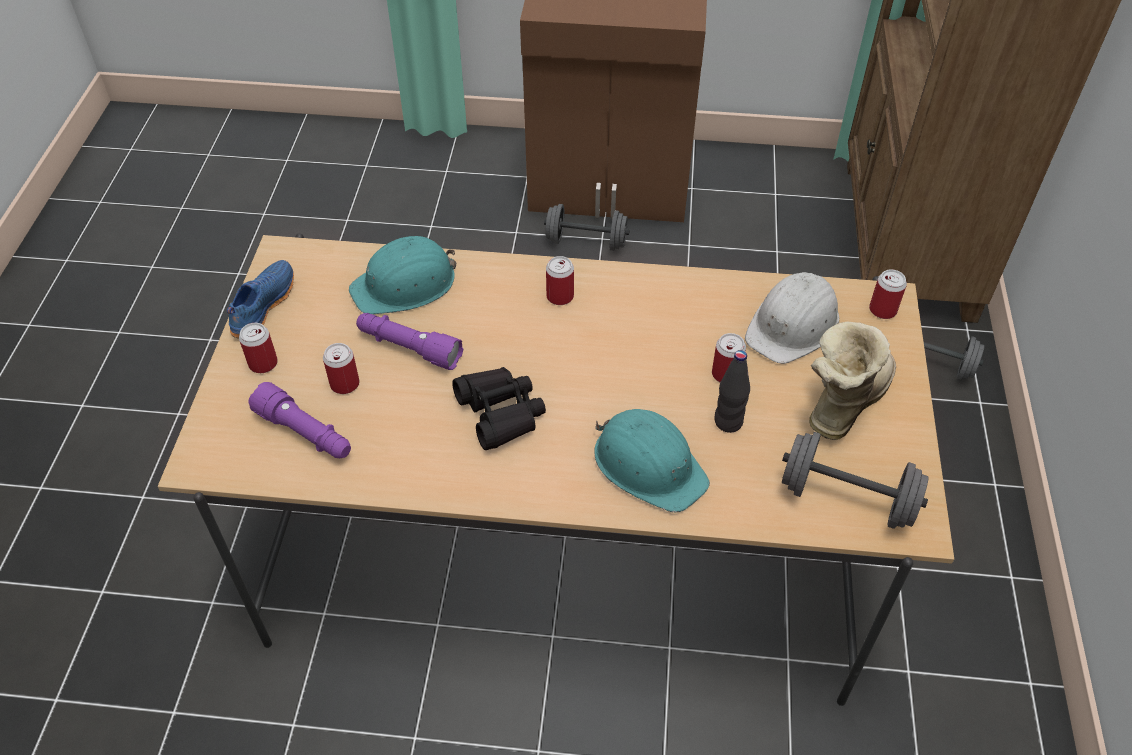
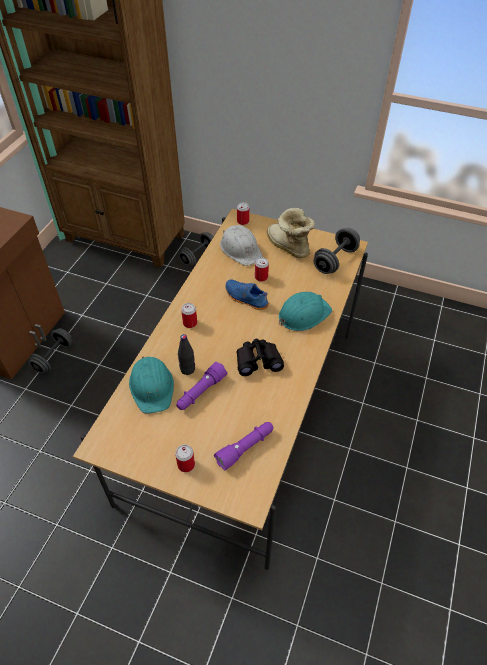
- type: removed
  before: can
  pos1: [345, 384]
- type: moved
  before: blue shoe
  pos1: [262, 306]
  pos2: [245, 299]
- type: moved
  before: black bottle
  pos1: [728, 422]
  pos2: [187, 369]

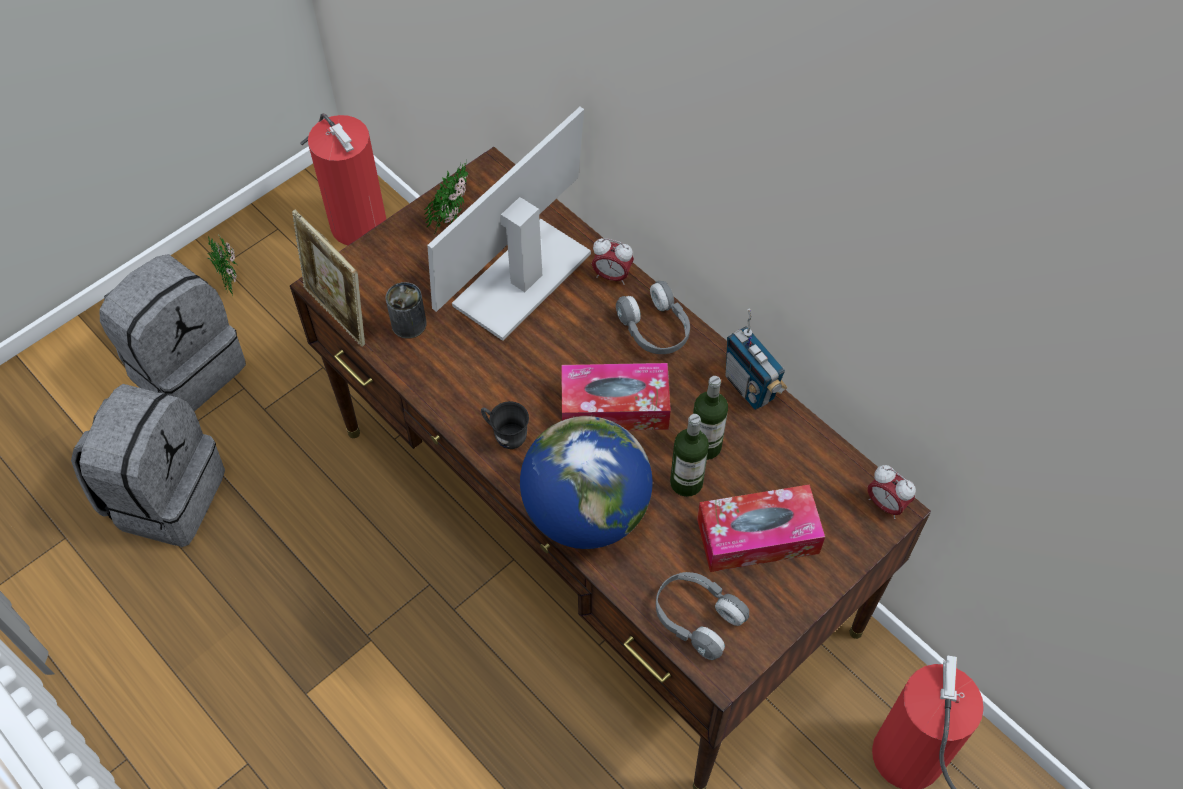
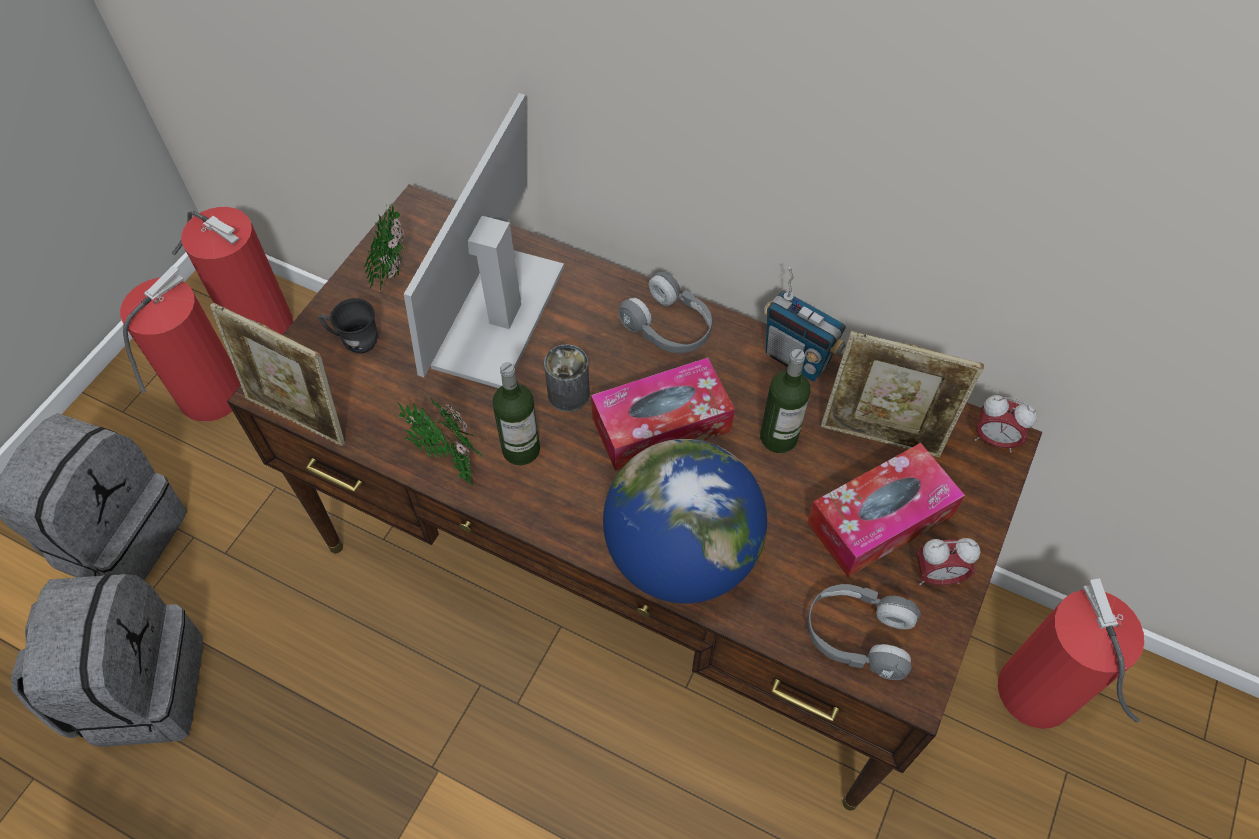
- type: added
  after: fire extinguisher
  pos2: [208, 396]
- type: added
  after: picture frame
  pos2: [882, 436]
- type: moved
  before: potted plant
  pos1: [228, 276]
  pos2: [445, 457]
- type: moved
  before: can
  pos1: [409, 324]
  pos2: [568, 394]
- type: moved
  before: grey mug
  pos1: [505, 435]
  pos2: [354, 341]
- type: moved
  before: alarm clock
  pos1: [612, 276]
  pos2: [937, 576]
- type: moved
  before: bottle
  pos1: [686, 482]
  pos2: [521, 449]

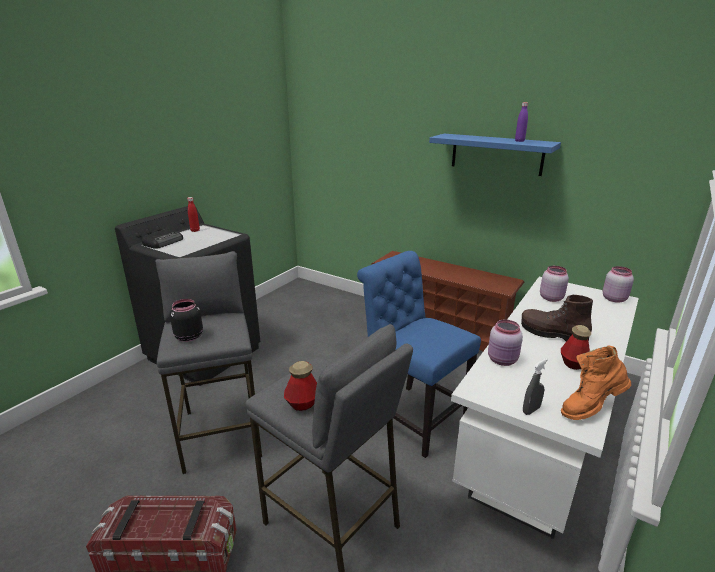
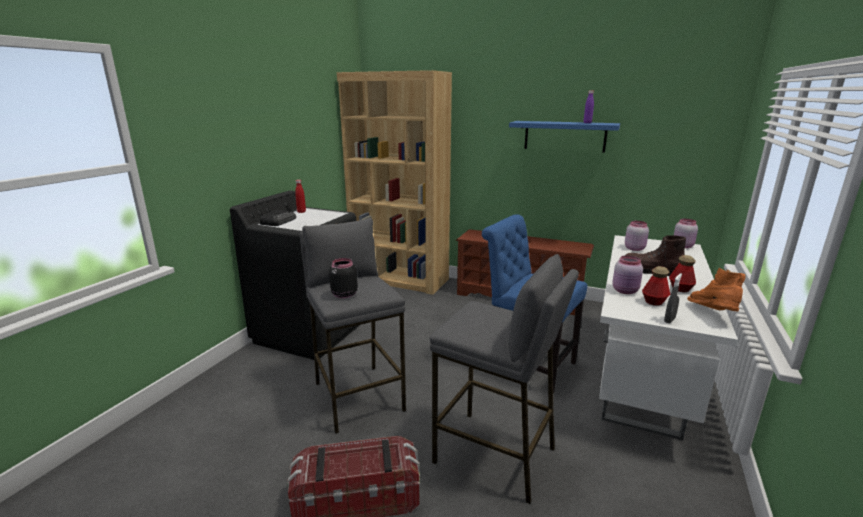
- type: added
  after: brown bookcase
  pos2: [400, 279]
- type: moved
  before: bottle
  pos1: [303, 404]
  pos2: [654, 302]
- type: turned
  before: orange boot
  pos1: [590, 408]
  pos2: [711, 315]
  turn: 120

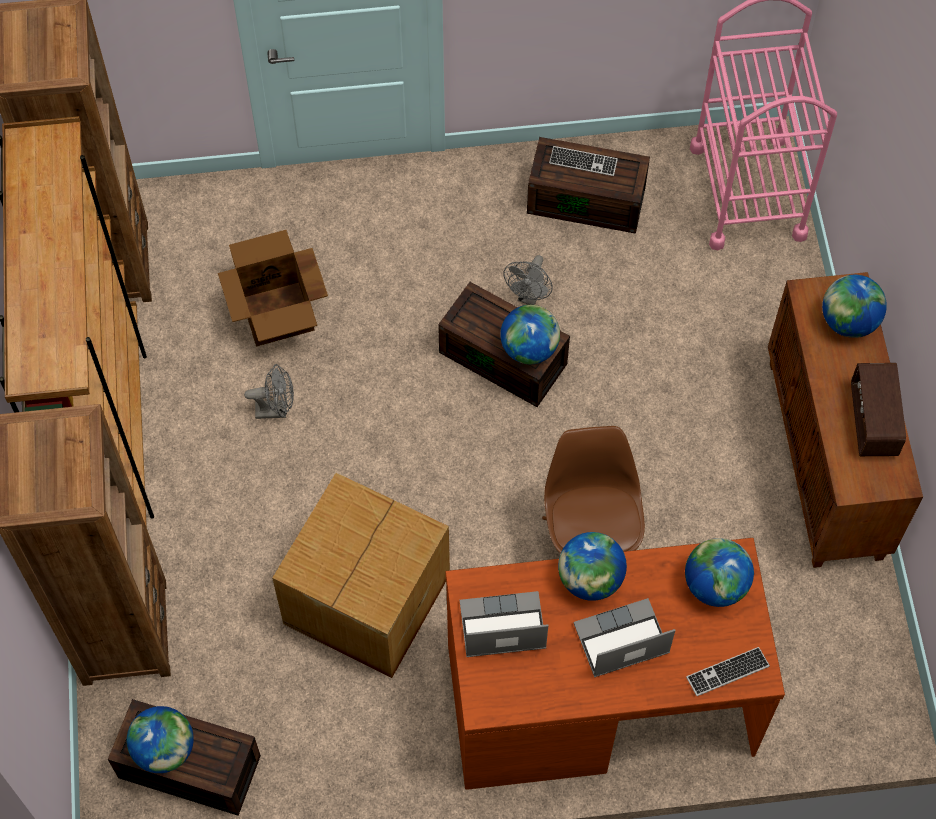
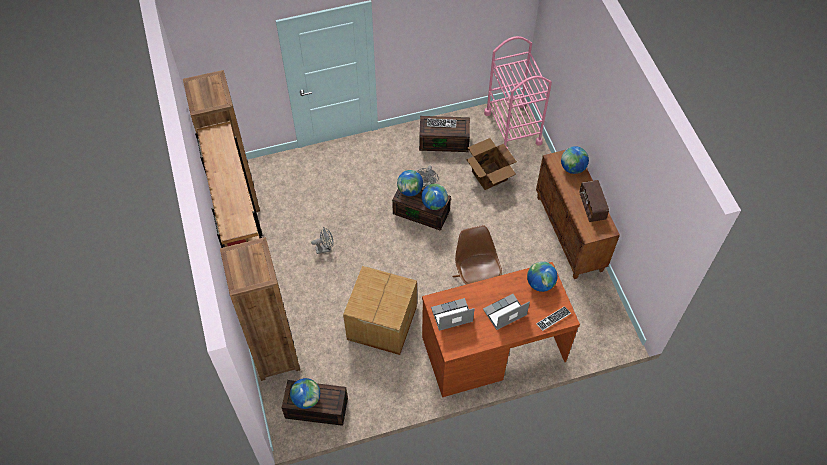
- type: moved
  before: cardboard box
  pos1: [277, 315]
  pos2: [489, 176]
- type: moved
  before: globe
  pos1: [590, 579]
  pos2: [410, 190]

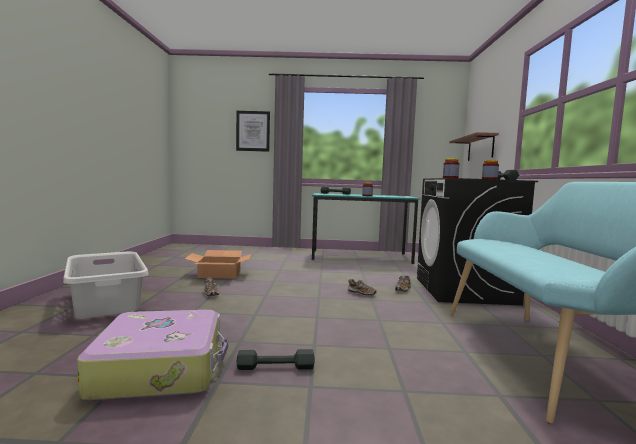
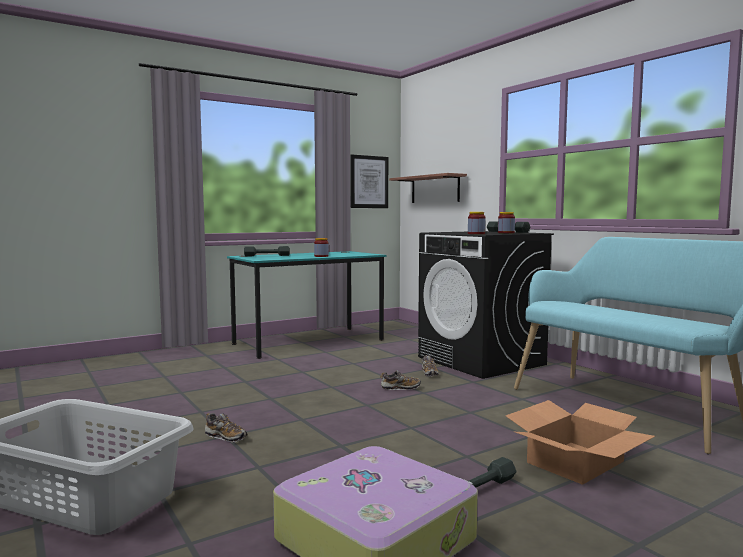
- type: moved
  before: cardboard box
  pos1: [219, 274]
  pos2: [575, 462]
- type: moved
  before: picture
  pos1: [253, 131]
  pos2: [369, 182]

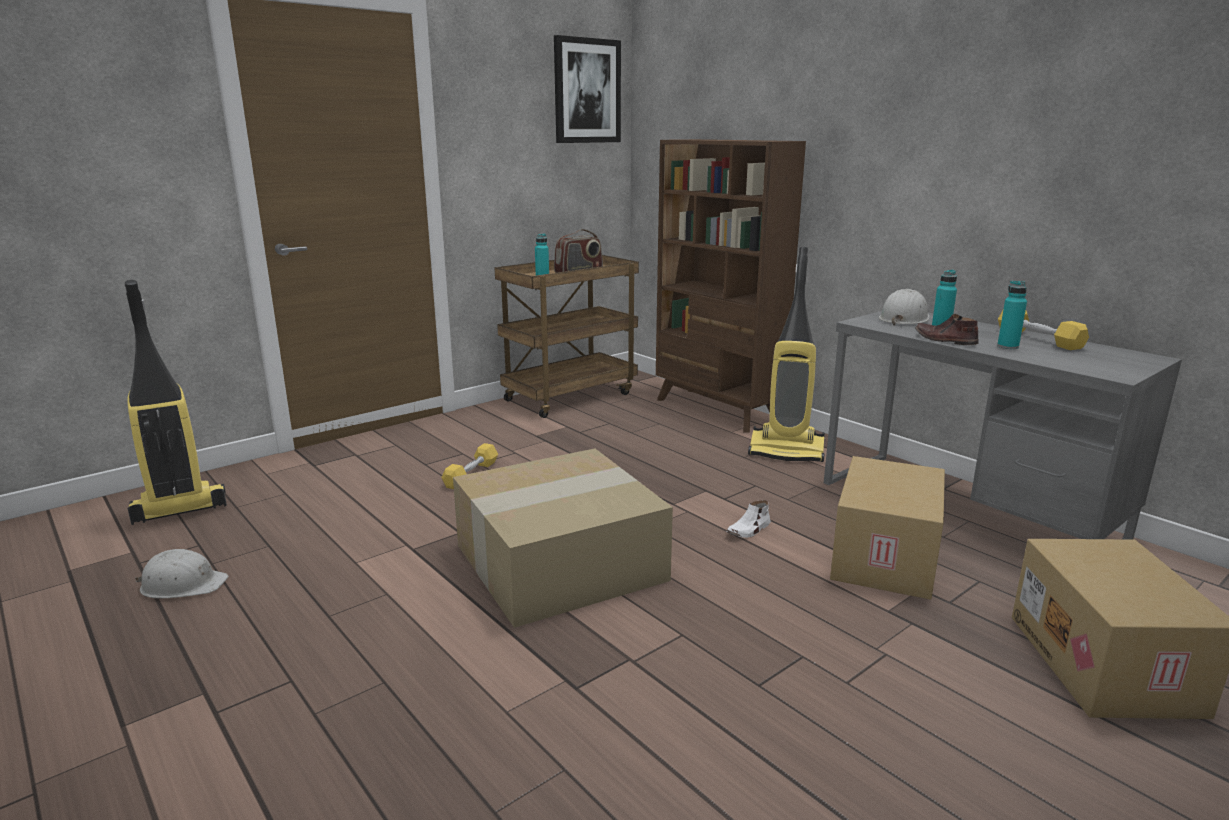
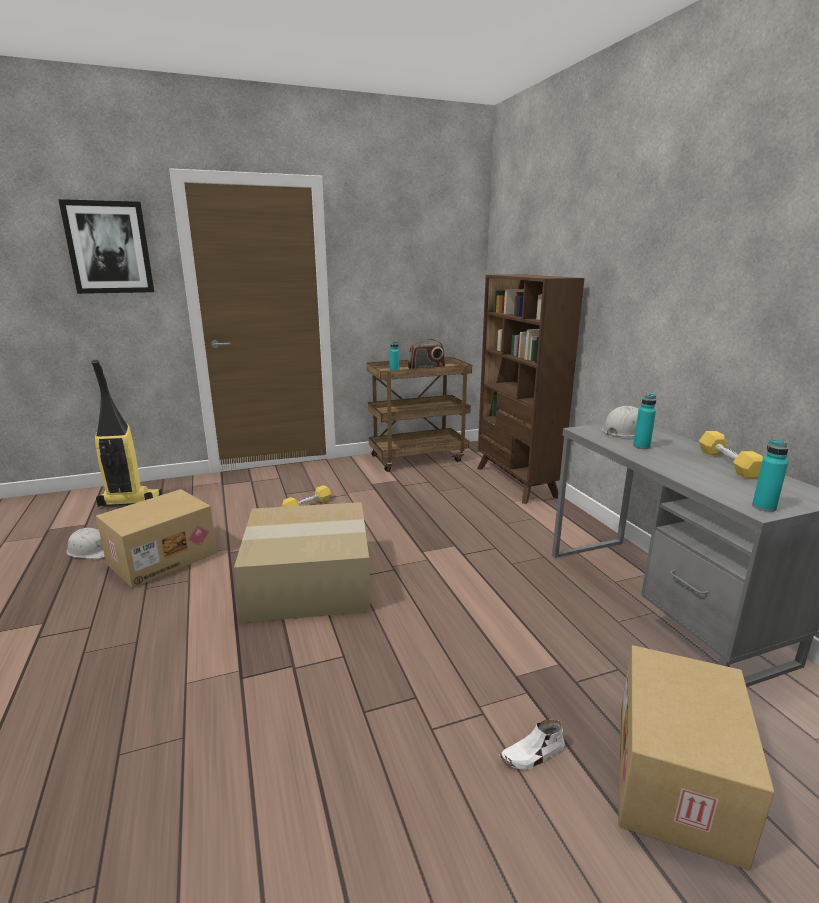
- type: removed
  before: vacuum cleaner
  pos1: [787, 451]
- type: removed
  before: brown shoe
  pos1: [944, 340]
- type: moved
  before: picture
  pos1: [587, 91]
  pos2: [109, 248]
- type: moved
  before: white shoe
  pos1: [749, 530]
  pos2: [532, 754]
- type: moved
  before: cardboard box
  pos1: [882, 556]
  pos2: [162, 557]
- type: moved
  before: turquoise bottle
  pos1: [1007, 346]
  pos2: [763, 507]

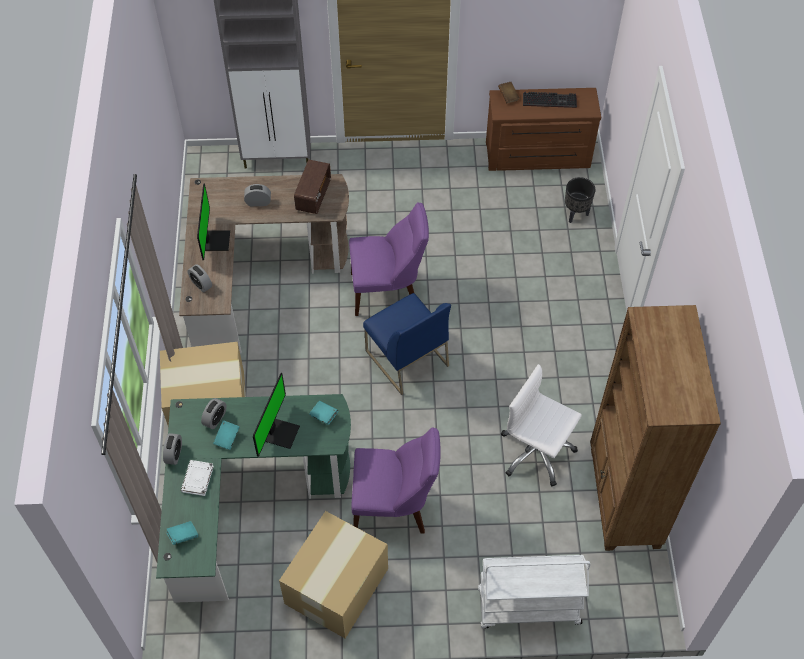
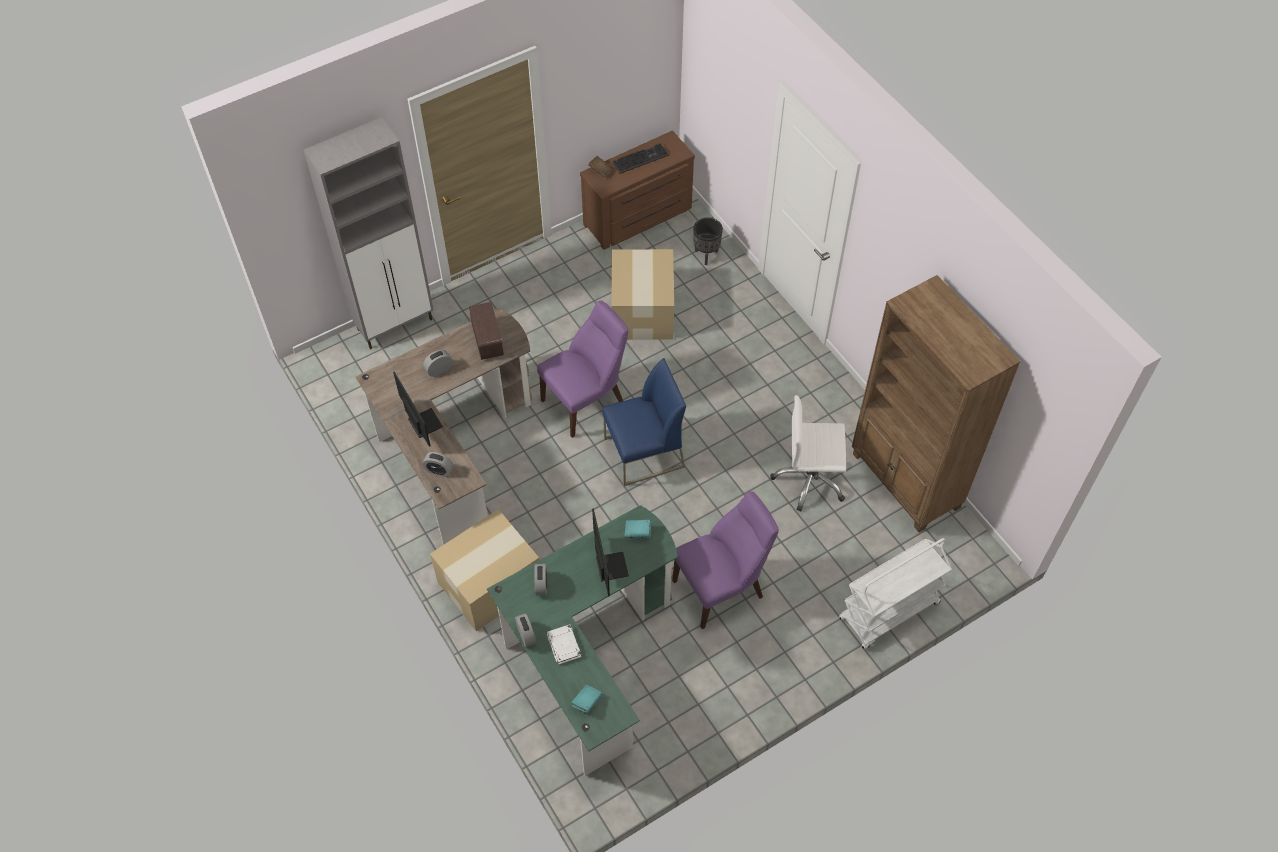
- type: removed
  before: turquoise book
  pos1: [227, 438]
- type: moved
  before: cardboard box
  pos1: [338, 585]
  pos2: [643, 310]
- type: turned
  before: blue chair
  pos1: [406, 358]
  pos2: [643, 453]
  turn: -45

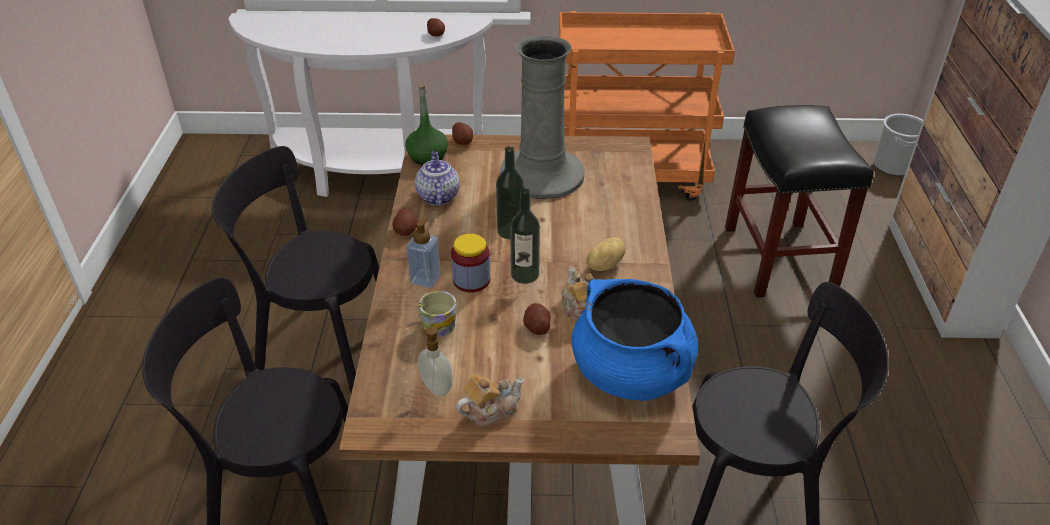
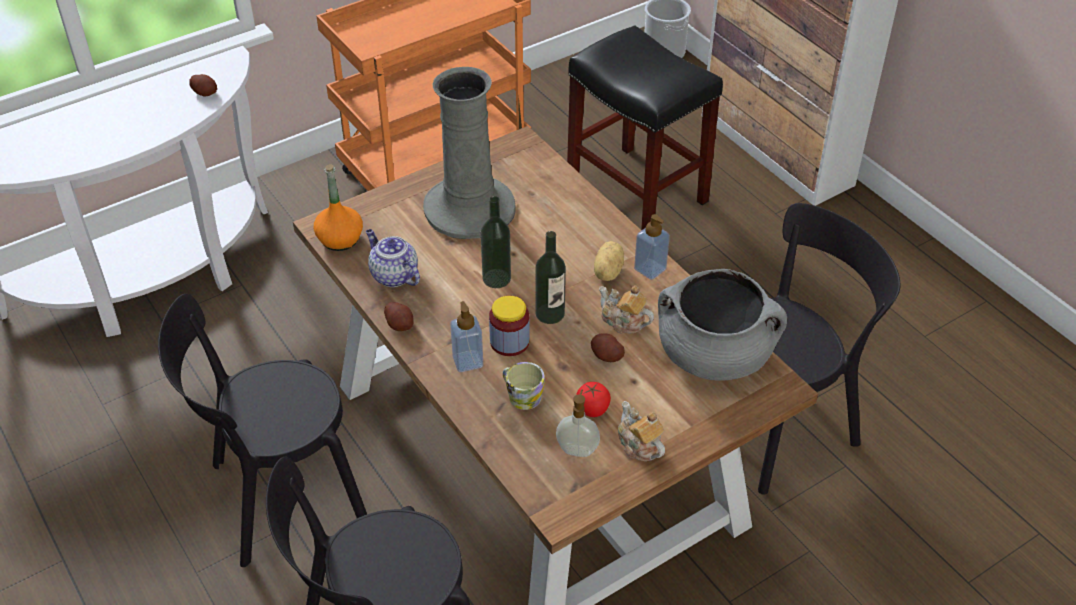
- type: removed
  before: potato
  pos1: [462, 141]
- type: added
  after: tomato
  pos2: [592, 409]
- type: added
  after: soap dispenser
  pos2: [650, 269]
- type: recoloured
  before: green bottle
  after: orange bottle
  pos1: [427, 157]
  pos2: [340, 239]
- type: recoloured
  before: blue cooking pot
  after: grey cooking pot
  pos1: [632, 373]
  pos2: [714, 355]
- type: turned
  before: teapot
  pos1: [490, 410]
  pos2: [639, 445]
  turn: -60

